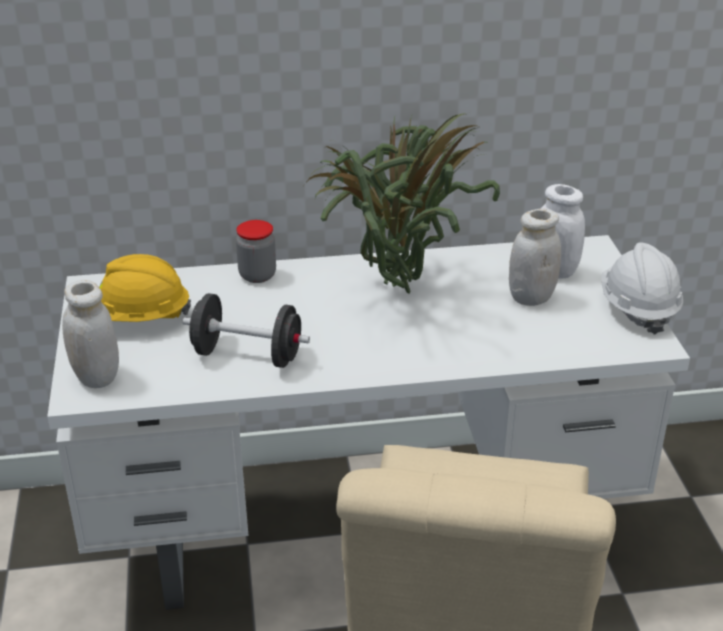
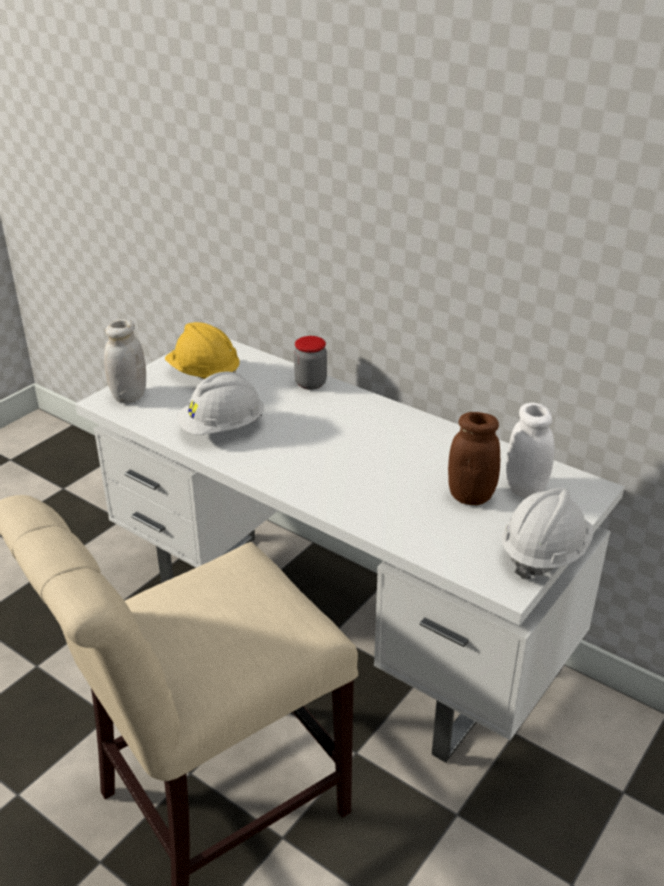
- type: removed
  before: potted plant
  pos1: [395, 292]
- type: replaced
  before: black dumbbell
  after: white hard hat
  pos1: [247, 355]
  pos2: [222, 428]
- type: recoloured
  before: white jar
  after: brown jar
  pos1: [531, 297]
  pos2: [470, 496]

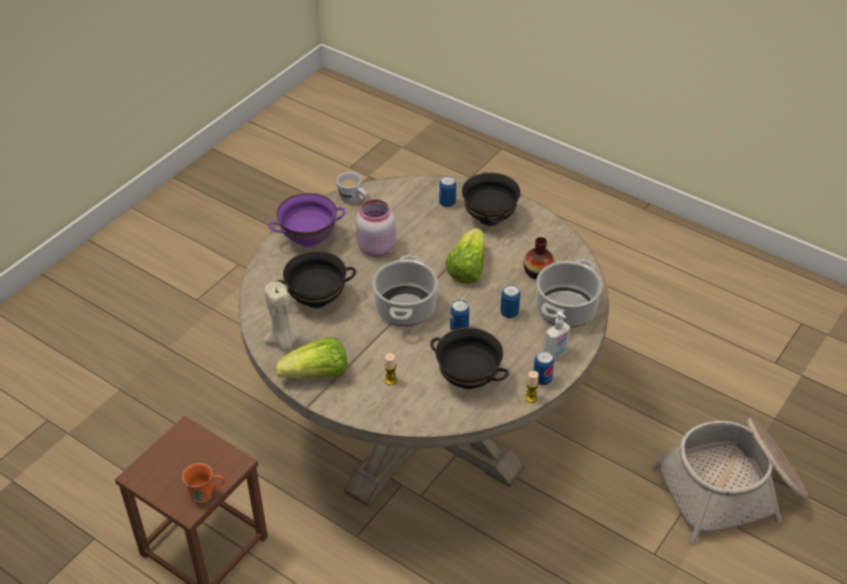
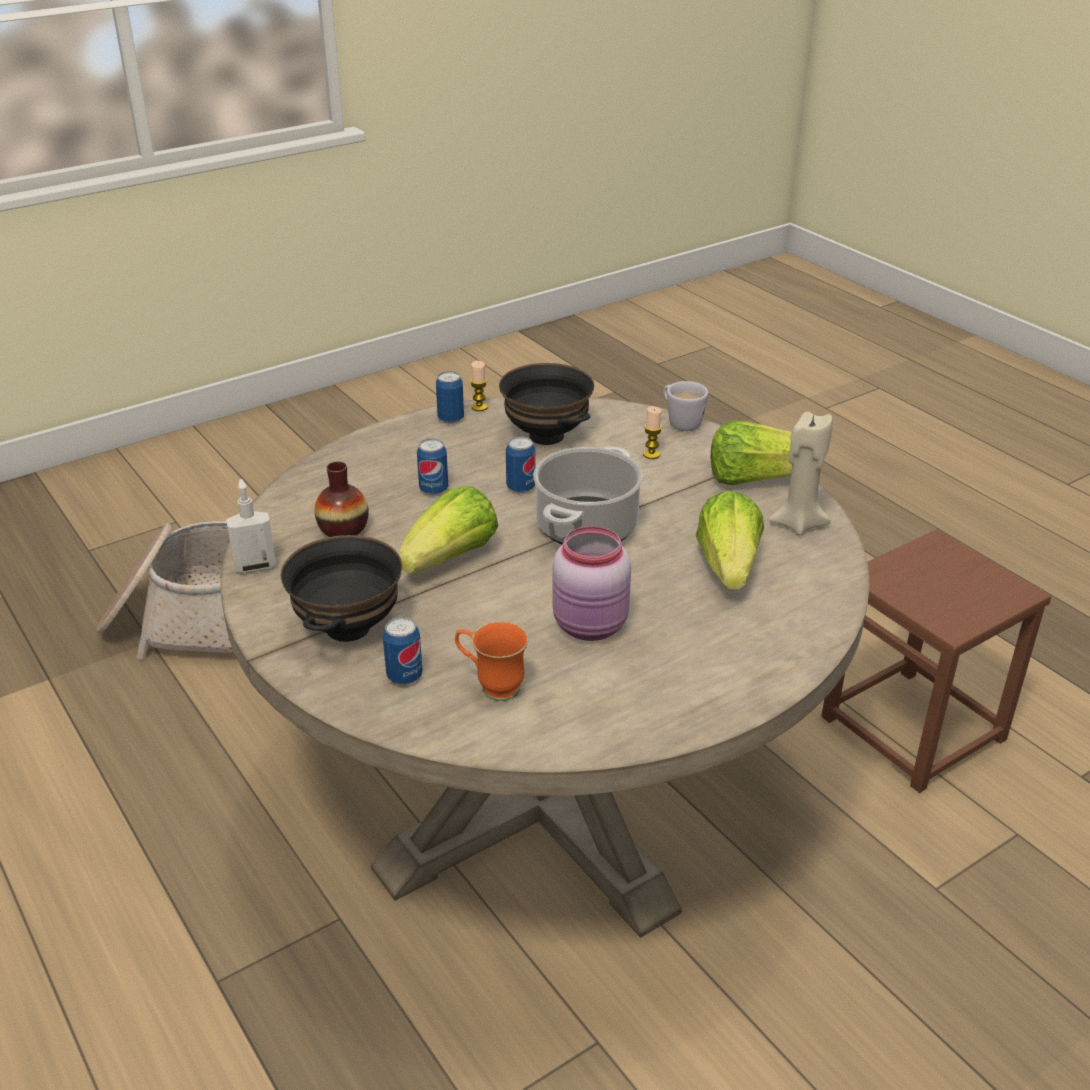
- type: removed
  before: purple bowl
  pos1: [309, 240]
- type: removed
  before: cooking pot
  pos1: [565, 309]
- type: moved
  before: orange mug
  pos1: [207, 495]
  pos2: [491, 686]
- type: moved
  before: white mug
  pos1: [353, 200]
  pos2: [680, 422]
- type: moved
  before: soap dispenser
  pos1: [556, 353]
  pos2: [255, 566]
- type: replaced
  before: black bowl
  after: lettuce
  pos1: [317, 300]
  pos2: [728, 567]

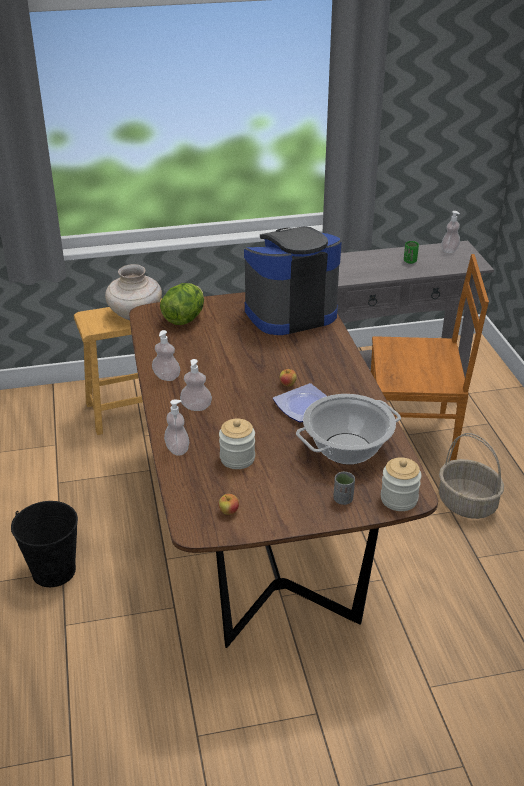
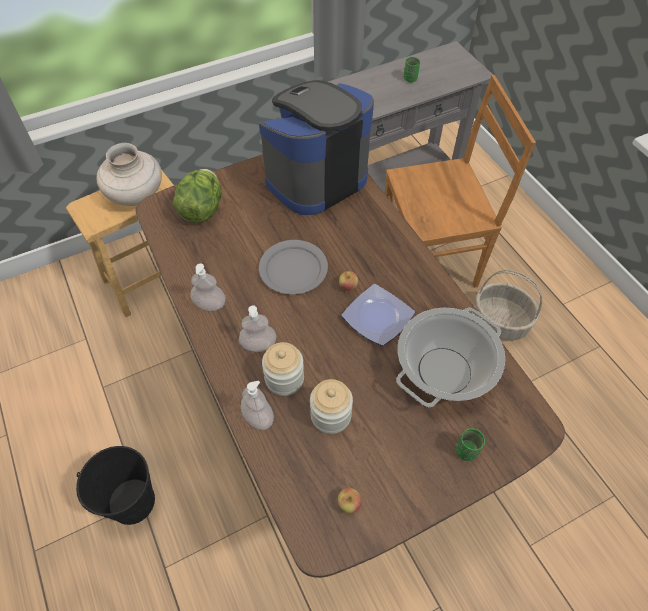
- type: removed
  before: soap dispenser
  pos1: [449, 250]
- type: added
  after: grey plate
  pos2: [292, 269]
- type: moved
  before: jar
  pos1: [399, 499]
  pos2: [284, 379]
- type: recoloured
  before: grey cup
  after: green cup
  pos1: [343, 499]
  pos2: [466, 451]

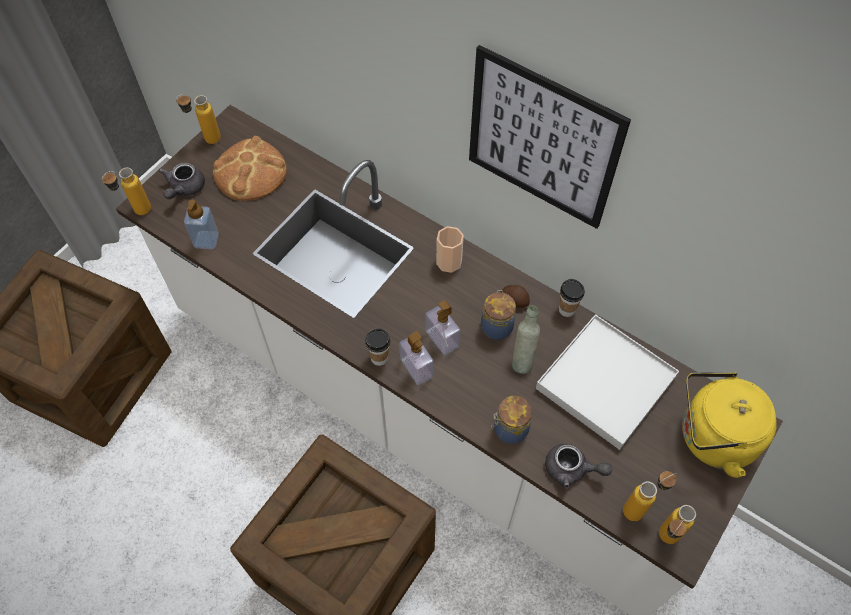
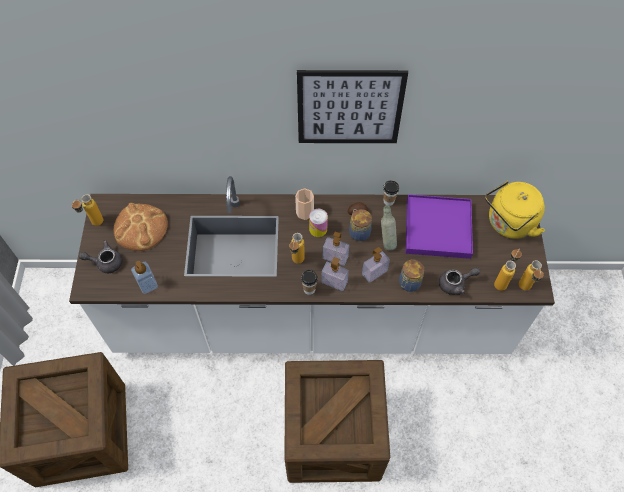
- type: added
  after: can
  pos2: [318, 229]
- type: added
  after: soap dispenser
  pos2: [374, 272]
- type: moved
  before: bottle
  pos1: [136, 213]
  pos2: [296, 263]
- type: recoloured
  before: white tray
  after: purple tray
  pos1: [605, 382]
  pos2: [437, 228]
- type: turned
  before: grey teapot
  pos1: [184, 189]
  pos2: [105, 262]
  turn: 105

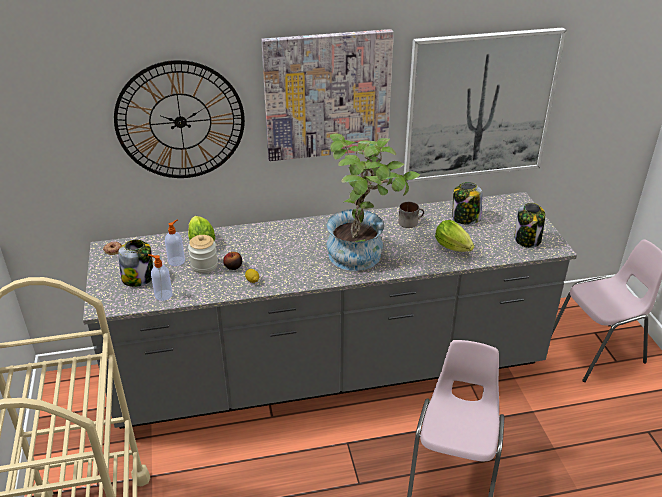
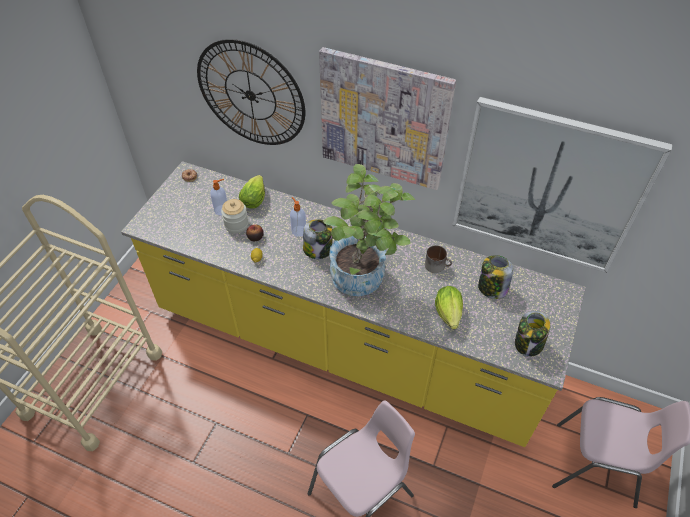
- type: moved
  before: jar
  pos1: [138, 278]
  pos2: [318, 249]
- type: moved
  before: soap dispenser
  pos1: [163, 295]
  pos2: [298, 230]
- type: recoloured
  before: grey counter
  after: yellow counter
  pos1: [331, 372]
  pos2: [345, 346]

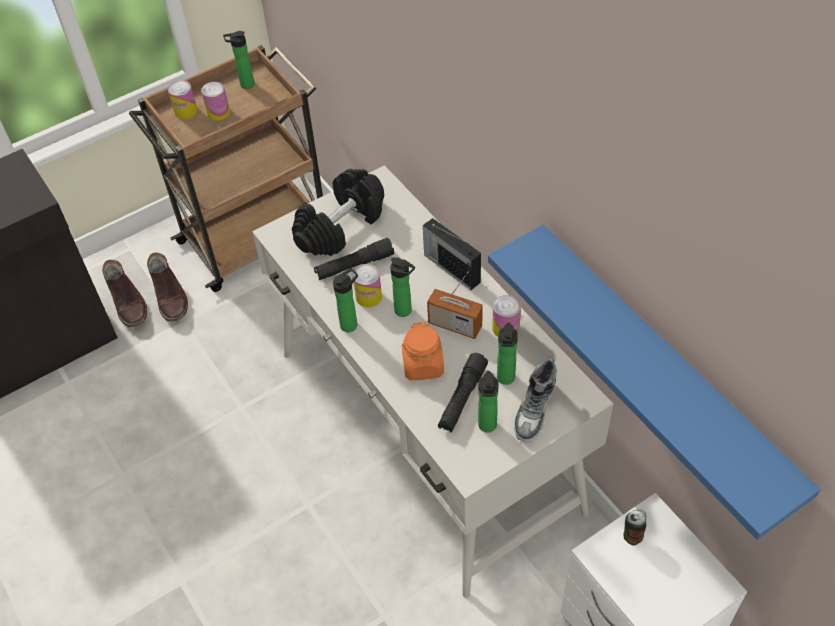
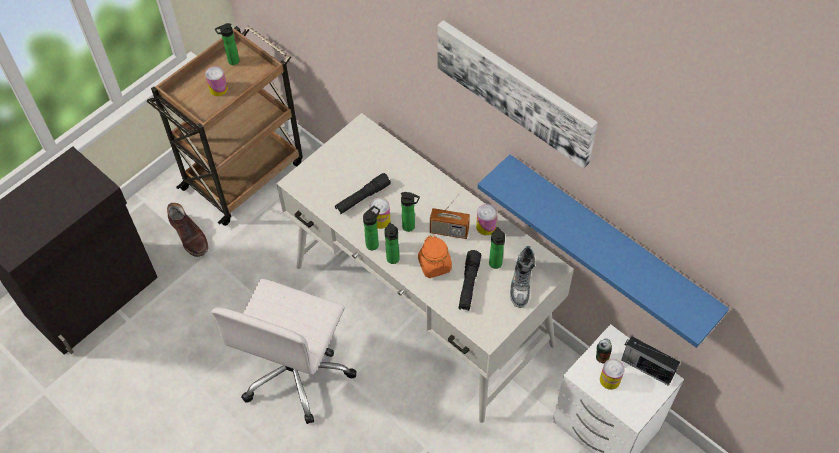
- type: removed
  before: brown boot
  pos1: [128, 302]
- type: removed
  before: black dumbbell
  pos1: [341, 227]
- type: added
  after: white office chair
  pos2: [297, 371]
- type: added
  after: picture
  pos2: [515, 90]
- type: moved
  before: can
  pos1: [186, 111]
  pos2: [610, 380]
- type: moved
  before: radio
  pos1: [451, 267]
  pos2: [646, 367]
- type: moved
  before: bottle
  pos1: [487, 427]
  pos2: [393, 260]

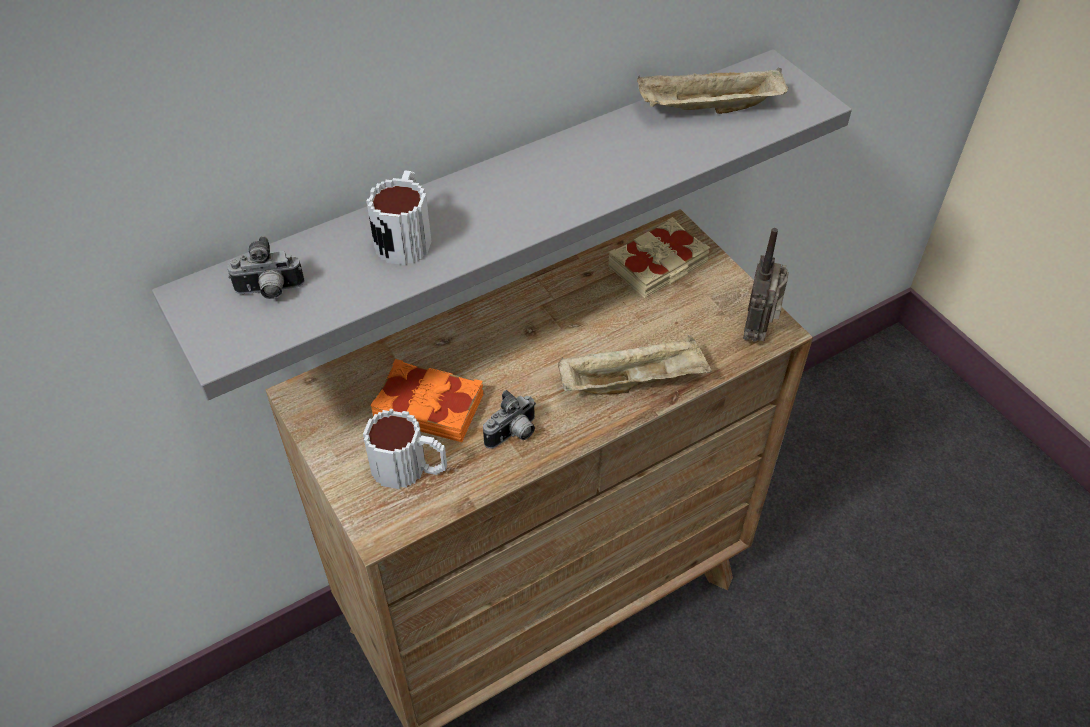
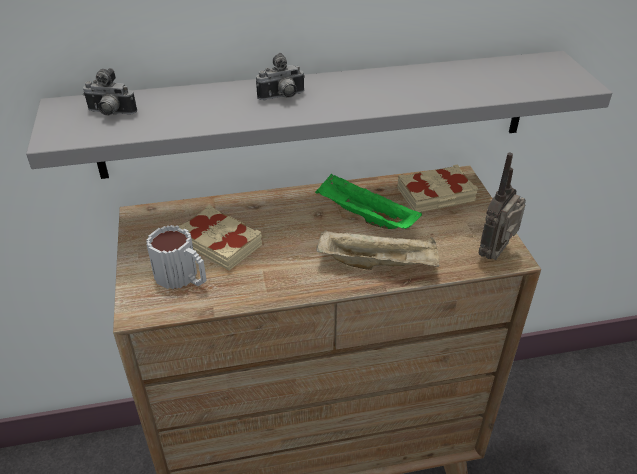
- type: removed
  before: mug
  pos1: [406, 236]
- type: removed
  before: beige tray
  pos1: [707, 110]
- type: added
  after: green tray
  pos2: [363, 217]
- type: moved
  before: photo camera
  pos1: [513, 435]
  pos2: [282, 97]
- type: recoloured
  before: orange book
  after: beige book
  pos1: [429, 406]
  pos2: [220, 242]

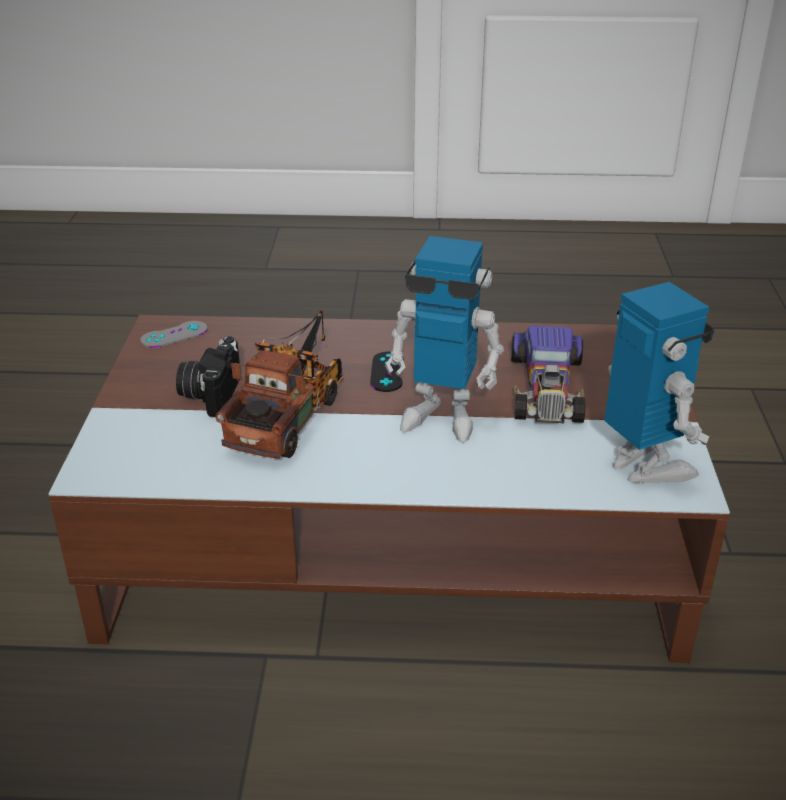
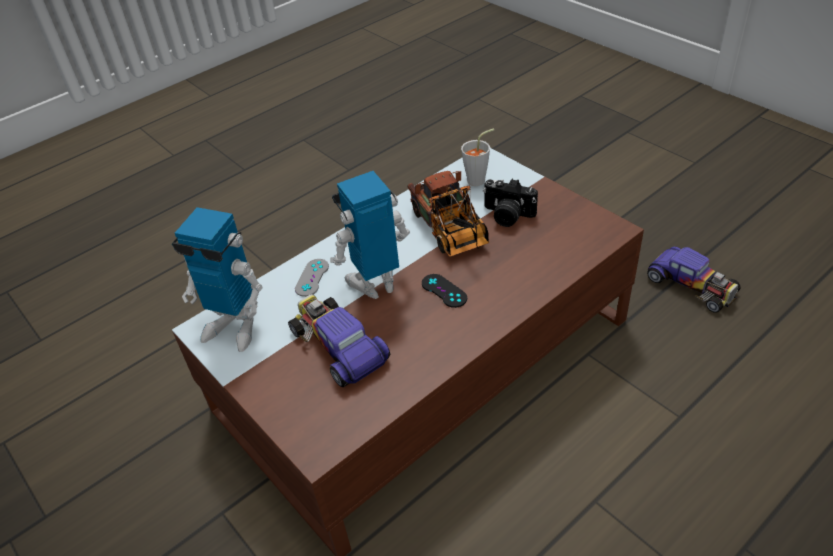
- type: added
  after: grey cup
  pos2: [480, 179]
- type: added
  after: toy car
  pos2: [692, 285]
- type: moved
  before: grey game controller
  pos1: [174, 335]
  pos2: [312, 277]
- type: turned
  before: photo camera
  pos1: [210, 394]
  pos2: [507, 216]
  turn: 150

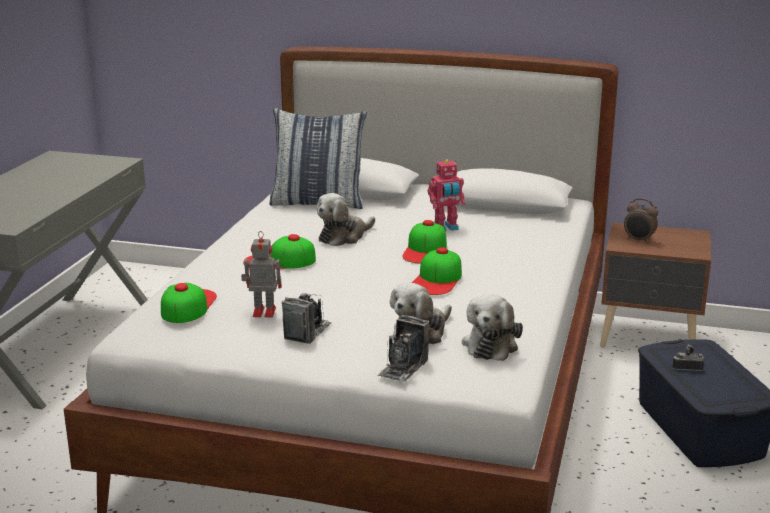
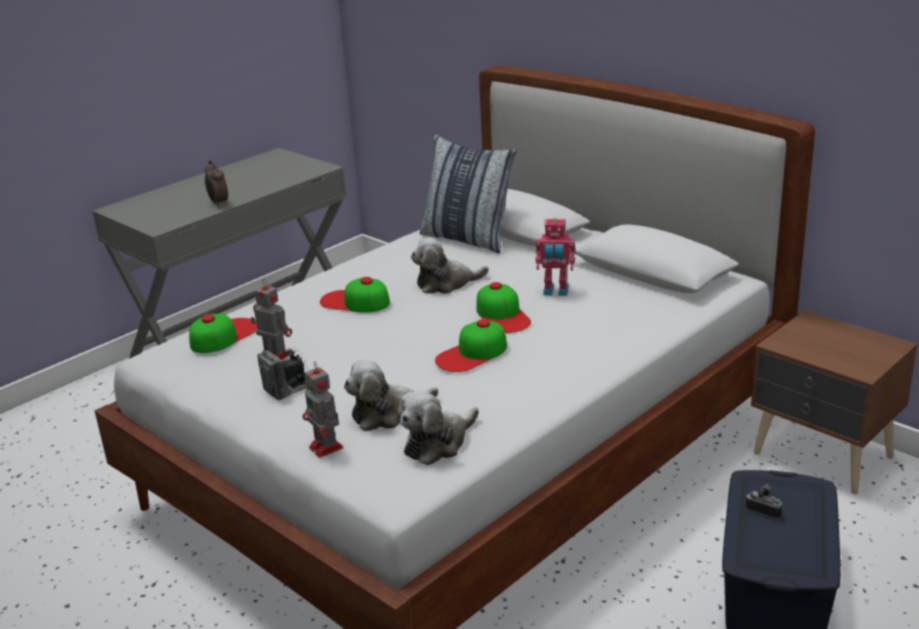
- type: moved
  before: alarm clock
  pos1: [639, 240]
  pos2: [218, 203]
- type: replaced
  before: photo camera
  after: toy robot
  pos1: [403, 367]
  pos2: [327, 448]
- type: turned
  before: cap
  pos1: [425, 250]
  pos2: [502, 315]
  turn: -60

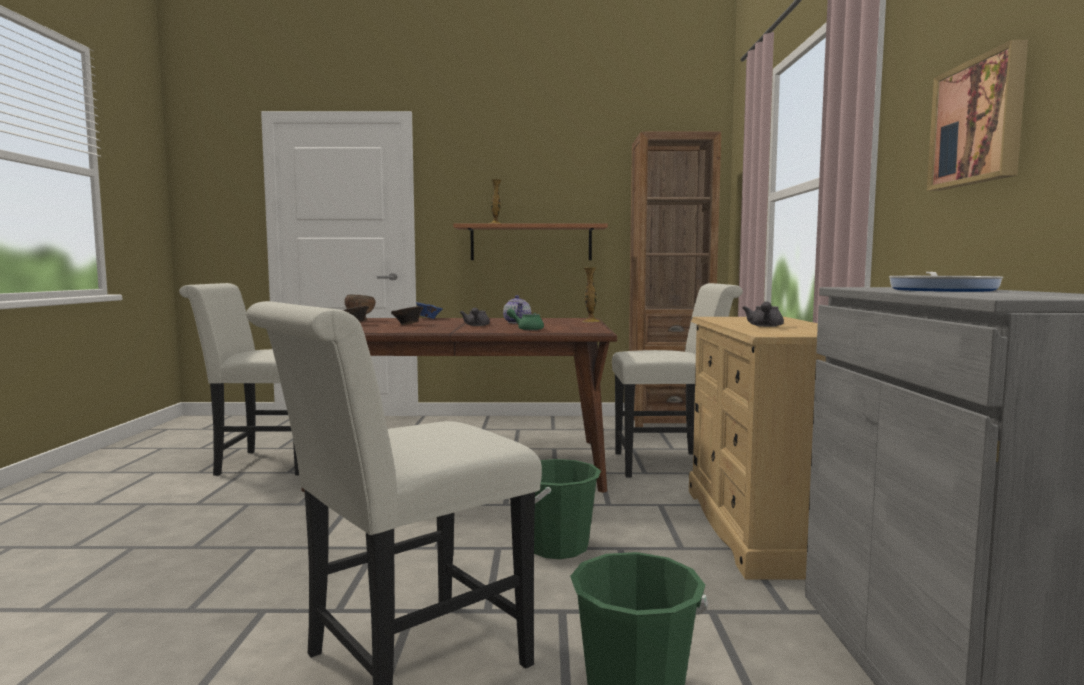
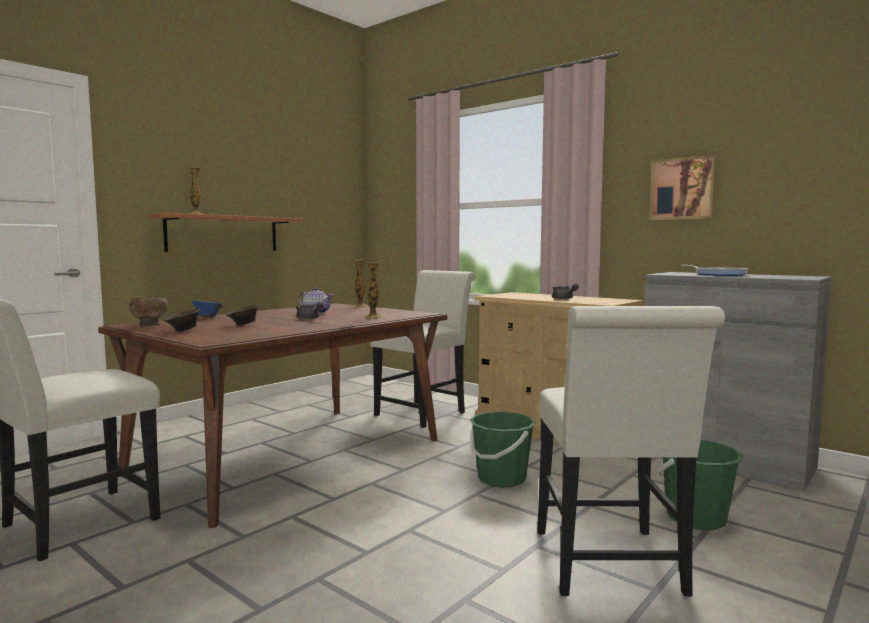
- type: removed
  before: brown bookcase
  pos1: [668, 424]
- type: replaced
  before: green teapot
  after: vase
  pos1: [527, 329]
  pos2: [373, 317]

